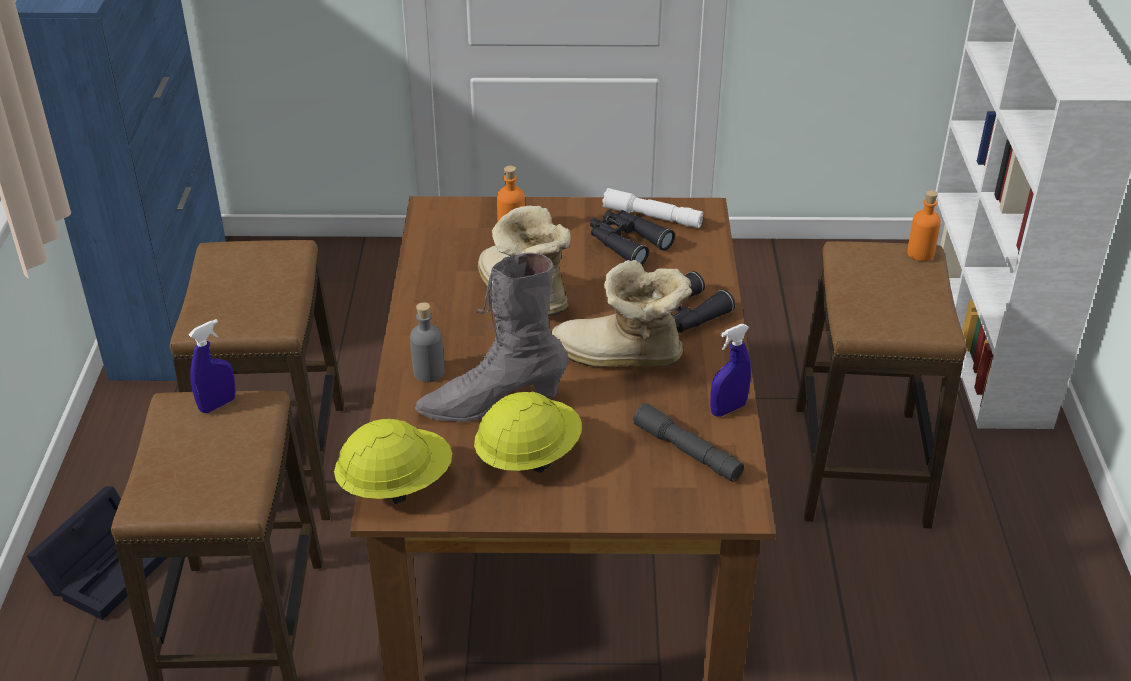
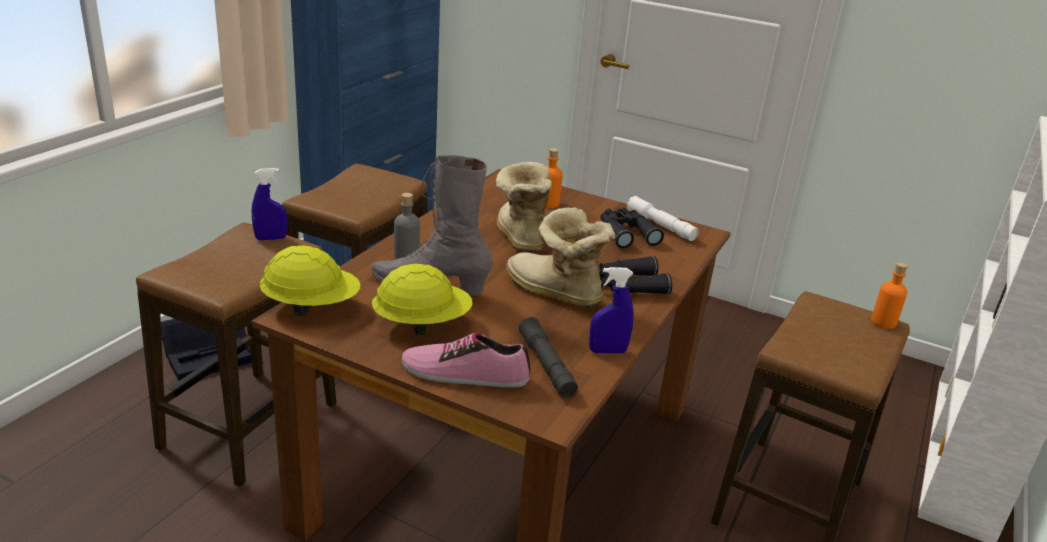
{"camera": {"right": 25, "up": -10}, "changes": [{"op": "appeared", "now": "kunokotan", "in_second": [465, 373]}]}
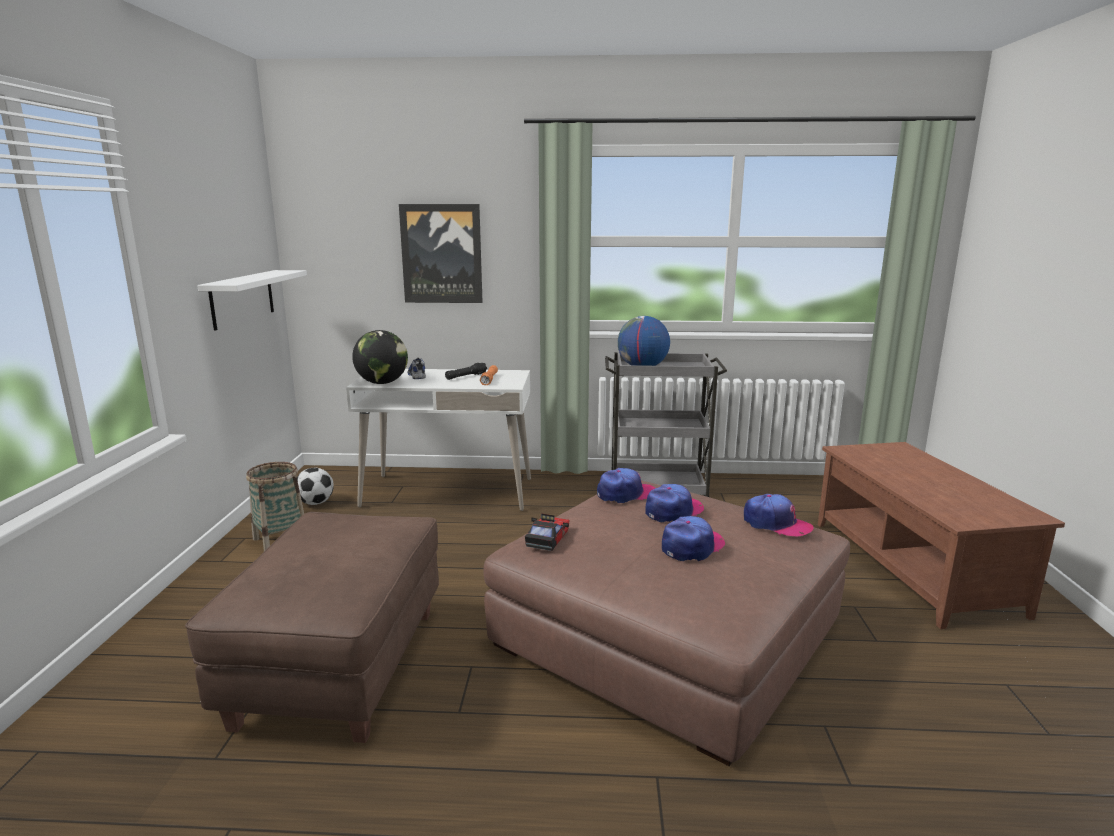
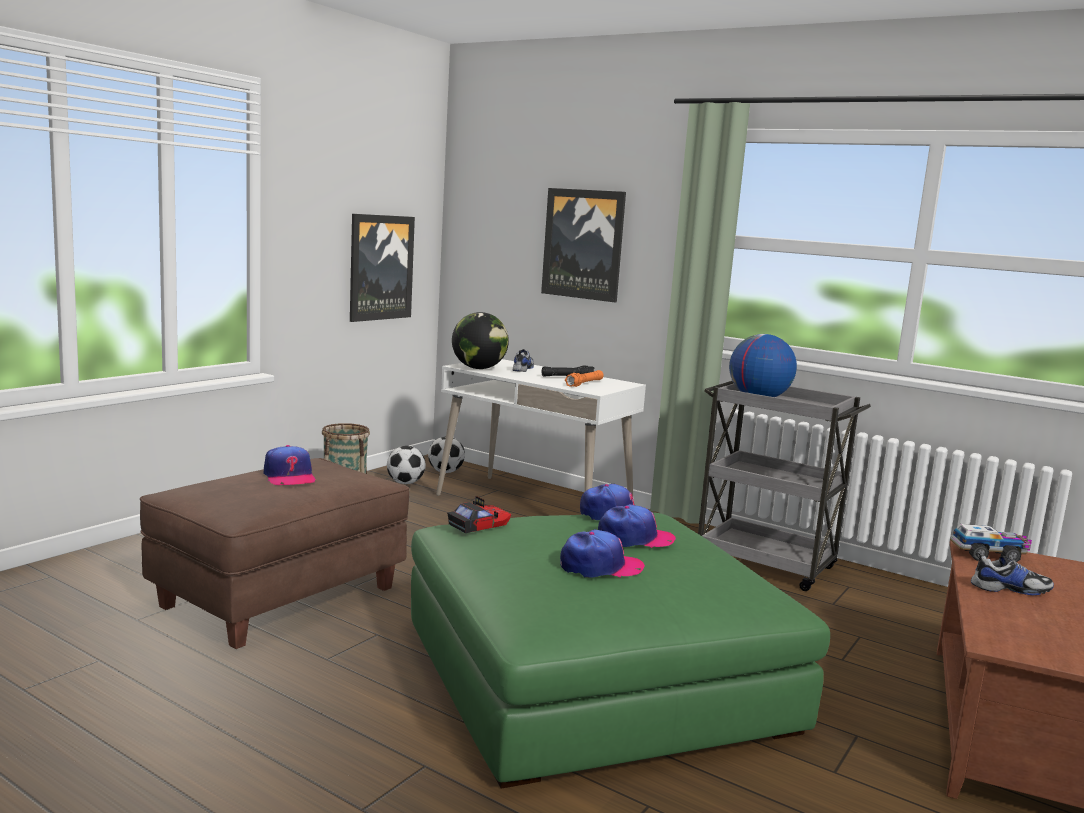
{"camera": {"right": 30, "up": -5}, "changes": [{"op": "appeared", "now": "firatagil", "in_second": [445, 472]}, {"op": "appeared", "now": "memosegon", "in_second": [989, 555]}, {"op": "appeared", "now": "kunokotan", "in_second": [1009, 589]}, {"op": "relocated", "was": "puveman", "in_first": [776, 524], "in_second": [289, 476]}, {"op": "exchanged", "was": "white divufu", "now": "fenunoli", "in_first": [242, 298], "in_second": [380, 267]}, {"op": "colour", "was": "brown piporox", "now": "green piporox", "in_first": [667, 632], "in_second": [593, 676]}]}
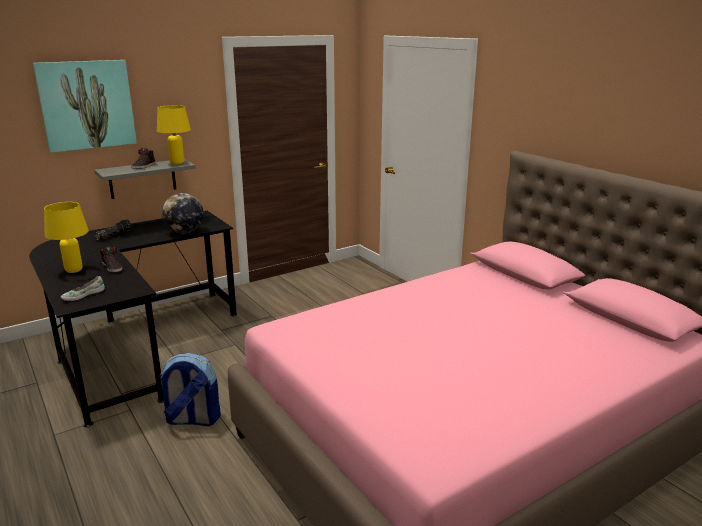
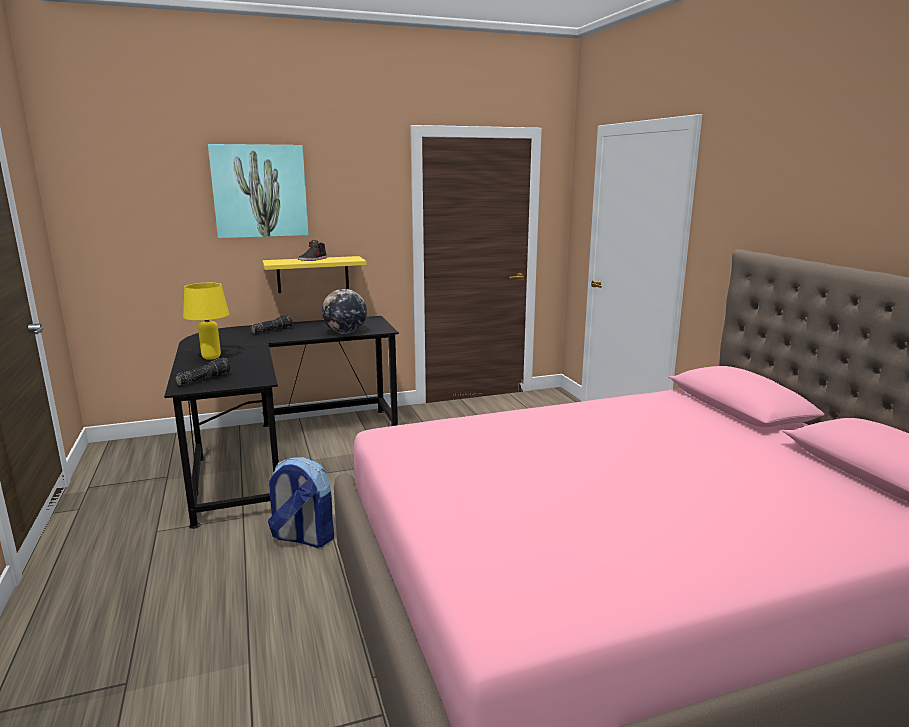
{"camera": {"right": 15, "up": -5}, "changes": [{"op": "missing", "was": "black kunokotan", "in_first": [112, 267]}, {"op": "missing", "was": "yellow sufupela", "in_first": [177, 163]}, {"op": "exchanged", "was": "white kunokotan", "now": "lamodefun", "in_first": [83, 295], "in_second": [204, 379]}, {"op": "colour", "was": "grey divufu", "now": "yellow divufu", "in_first": [142, 179], "in_second": [313, 274]}]}
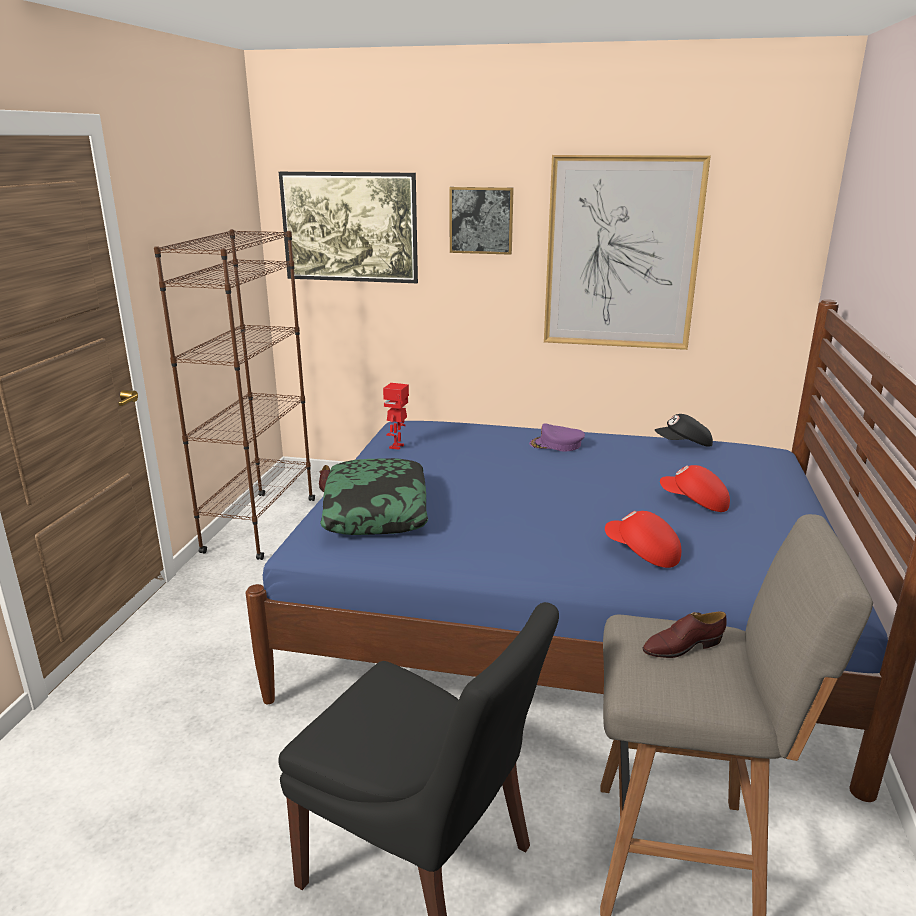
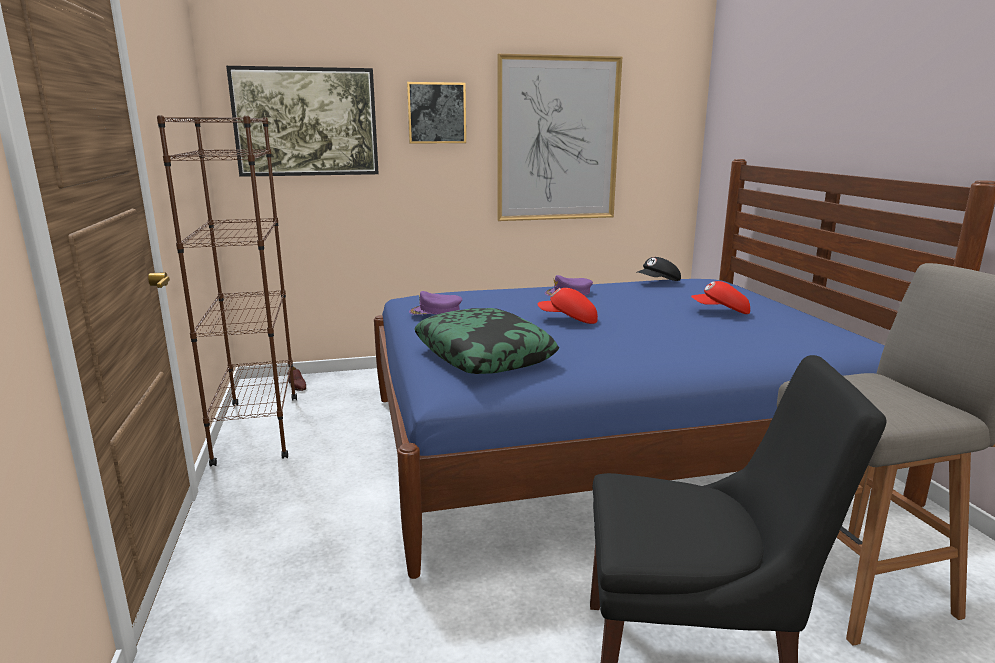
{"camera": {"right": -25, "up": -5}, "changes": [{"op": "missing", "was": "brown kunokotan", "in_first": [682, 646]}, {"op": "relocated", "was": "red puveman", "in_first": [642, 553], "in_second": [568, 320]}, {"op": "exchanged", "was": "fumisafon", "now": "purple puveman", "in_first": [397, 446], "in_second": [435, 311]}]}
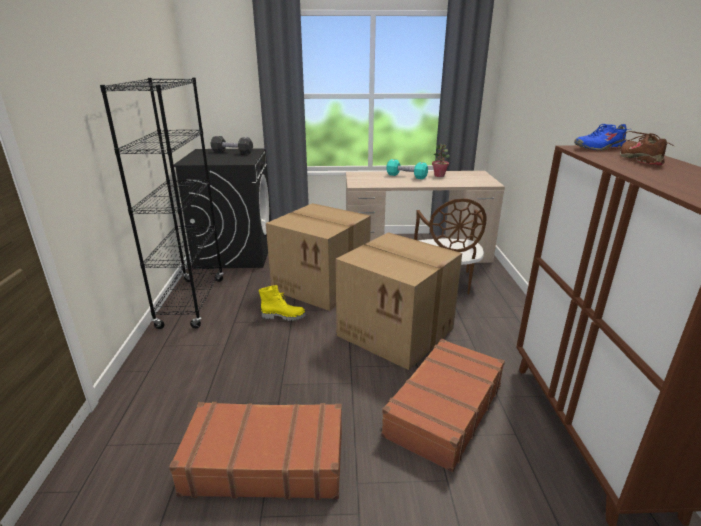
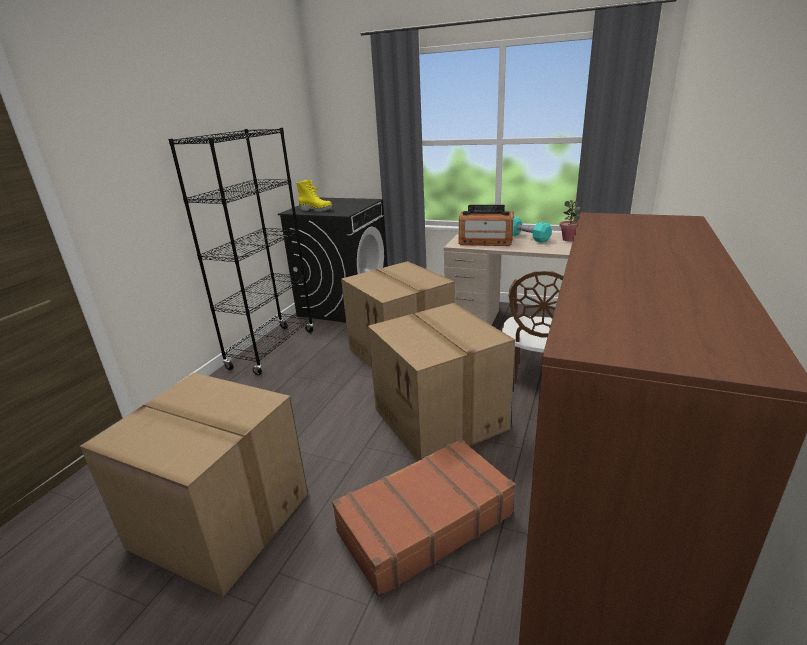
{"camera": {"right": 25, "up": 0}, "changes": [{"op": "missing", "was": "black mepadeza", "in_first": [232, 152]}, {"op": "missing", "was": "blue kunokotan", "in_first": [599, 148]}, {"op": "missing", "was": "brown kunokotan", "in_first": [640, 159]}, {"op": "appeared", "now": "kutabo", "in_second": [485, 242]}, {"op": "relocated", "was": "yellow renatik", "in_first": [284, 316], "in_second": [317, 210]}, {"op": "exchanged", "was": "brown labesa", "now": "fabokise", "in_first": [265, 461], "in_second": [218, 520]}]}
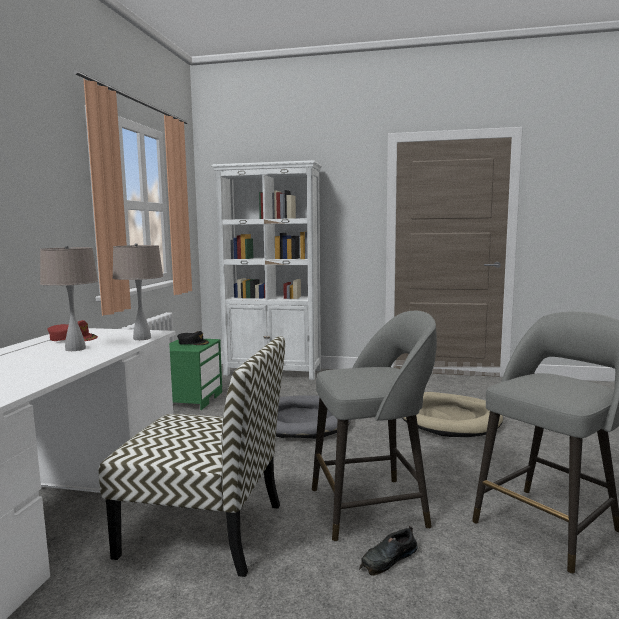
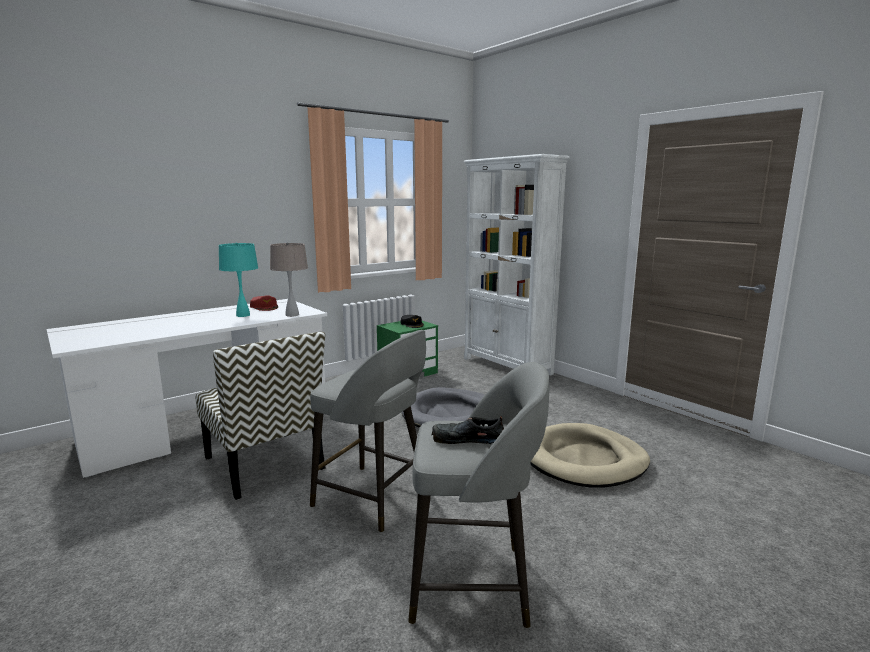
{"camera": {"right": 40, "up": 5}, "changes": [{"op": "relocated", "was": "black kunokotan", "in_first": [388, 559], "in_second": [467, 439]}, {"op": "colour", "was": "beige sufupela", "now": "turquoise sufupela", "in_first": [75, 349], "in_second": [243, 315]}]}
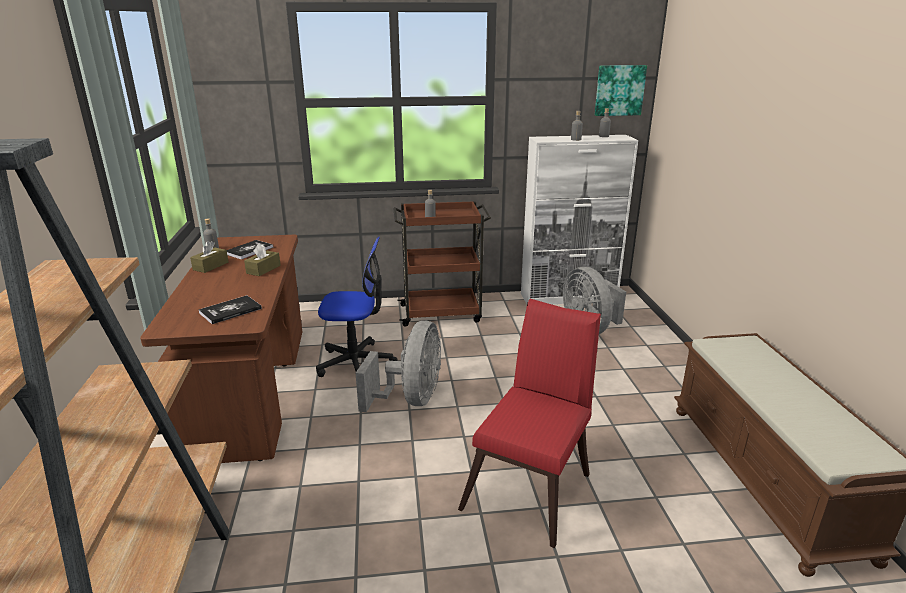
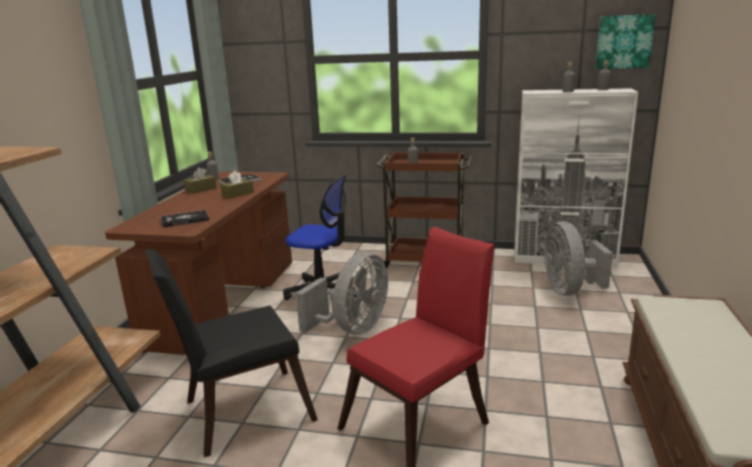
{"camera": {"right": 20, "up": -5}, "changes": [{"op": "appeared", "now": "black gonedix", "in_second": [240, 412]}]}
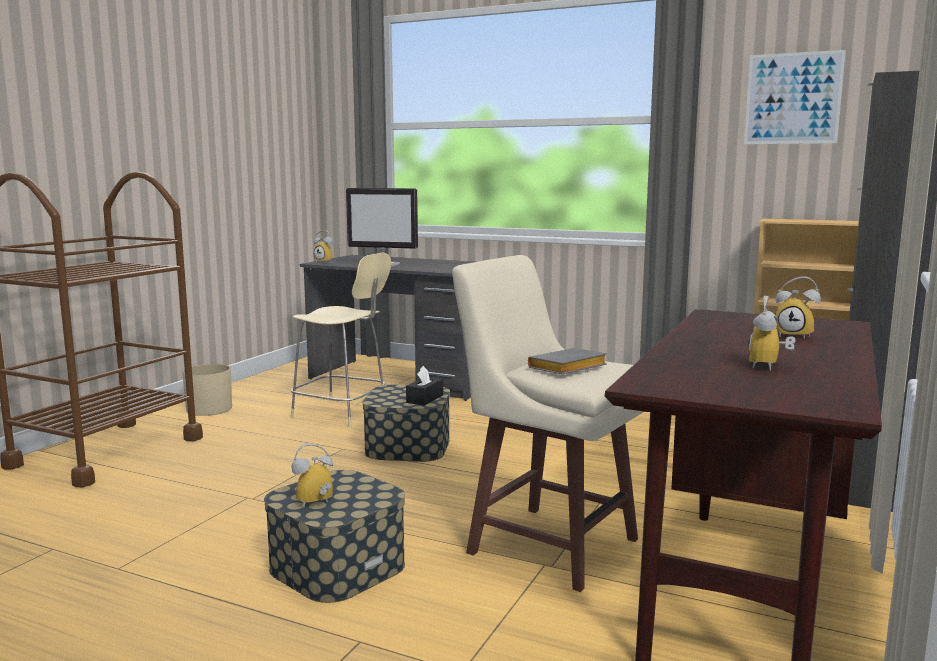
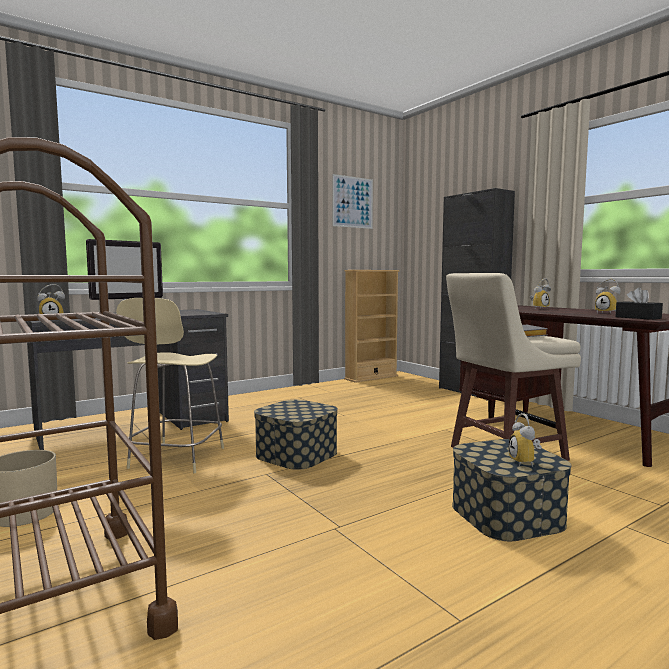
{"camera": {"right": -60, "up": -5}, "changes": [{"op": "relocated", "was": "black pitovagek", "in_first": [425, 399], "in_second": [638, 318]}, {"op": "spun", "was": "beige gonedix", "in_first": [343, 413], "in_second": [176, 459], "clockwise": 135}]}
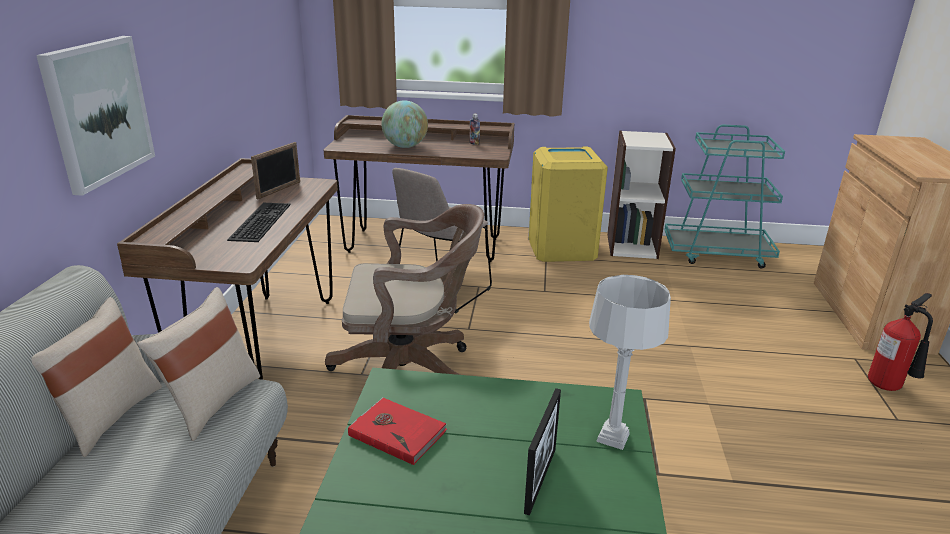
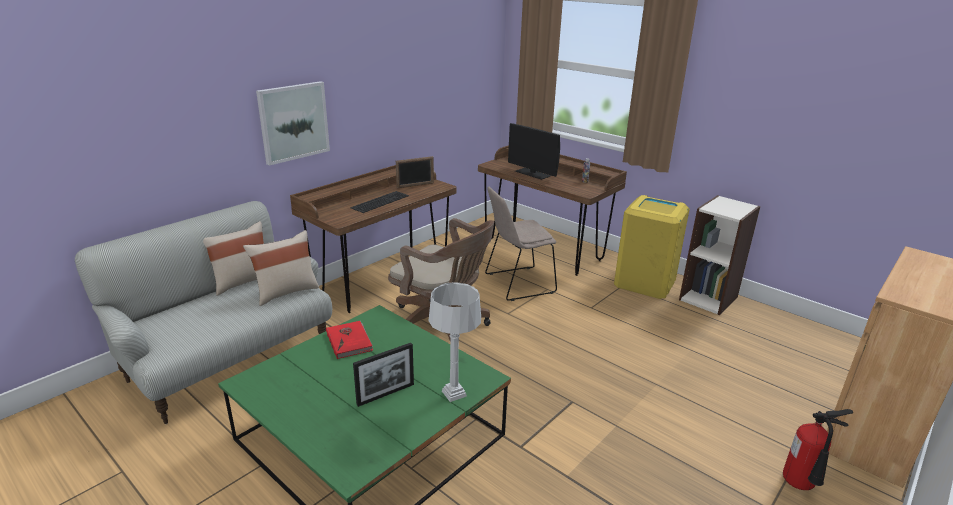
{"camera": {"right": 35, "up": 0}, "changes": [{"op": "missing", "was": "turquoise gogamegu", "in_first": [717, 253]}, {"op": "exchanged", "was": "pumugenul", "now": "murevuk", "in_first": [405, 146], "in_second": [532, 173]}]}
